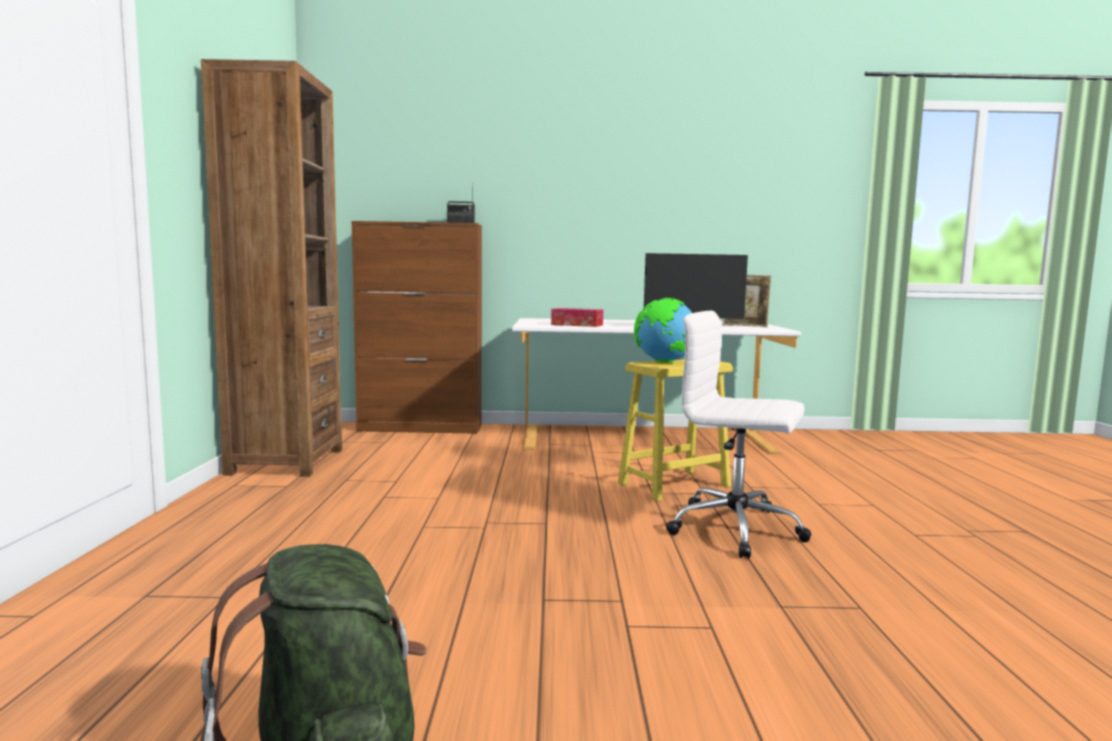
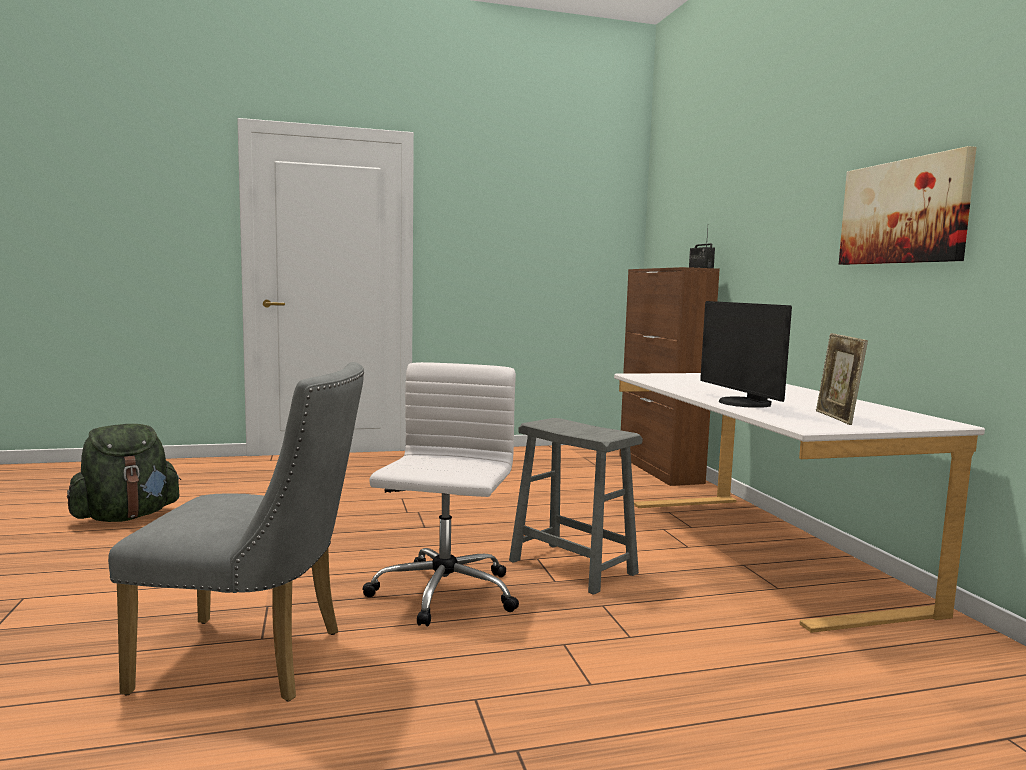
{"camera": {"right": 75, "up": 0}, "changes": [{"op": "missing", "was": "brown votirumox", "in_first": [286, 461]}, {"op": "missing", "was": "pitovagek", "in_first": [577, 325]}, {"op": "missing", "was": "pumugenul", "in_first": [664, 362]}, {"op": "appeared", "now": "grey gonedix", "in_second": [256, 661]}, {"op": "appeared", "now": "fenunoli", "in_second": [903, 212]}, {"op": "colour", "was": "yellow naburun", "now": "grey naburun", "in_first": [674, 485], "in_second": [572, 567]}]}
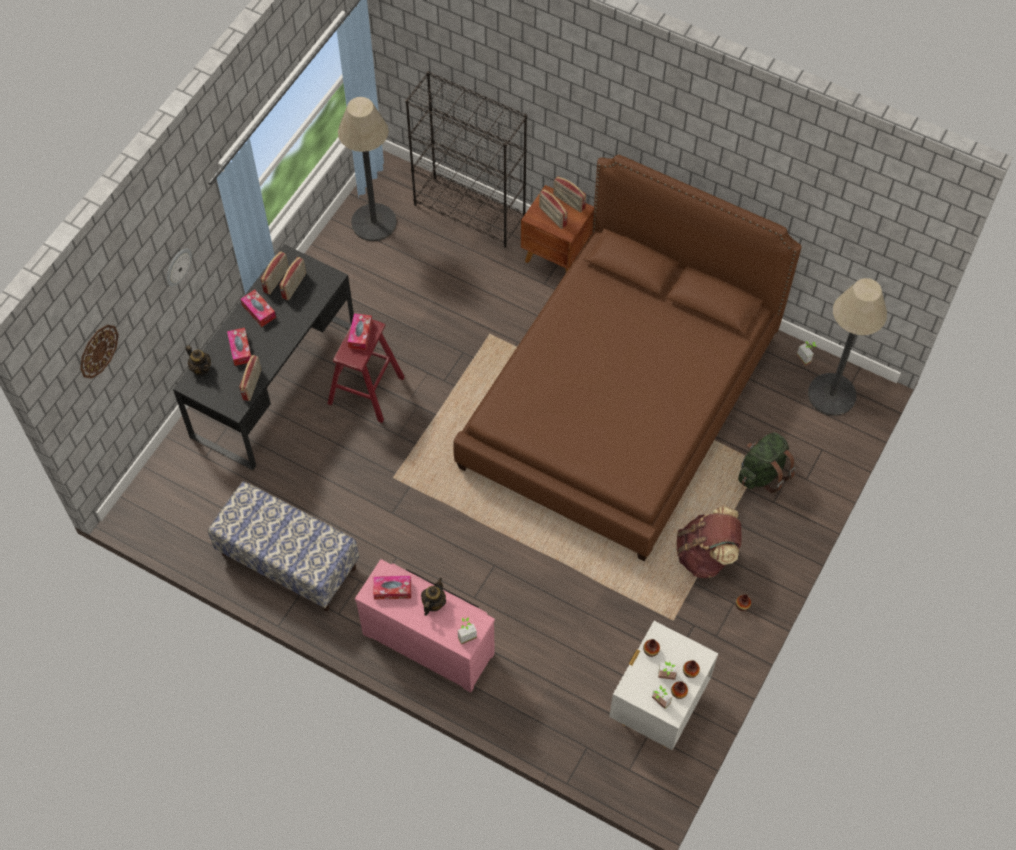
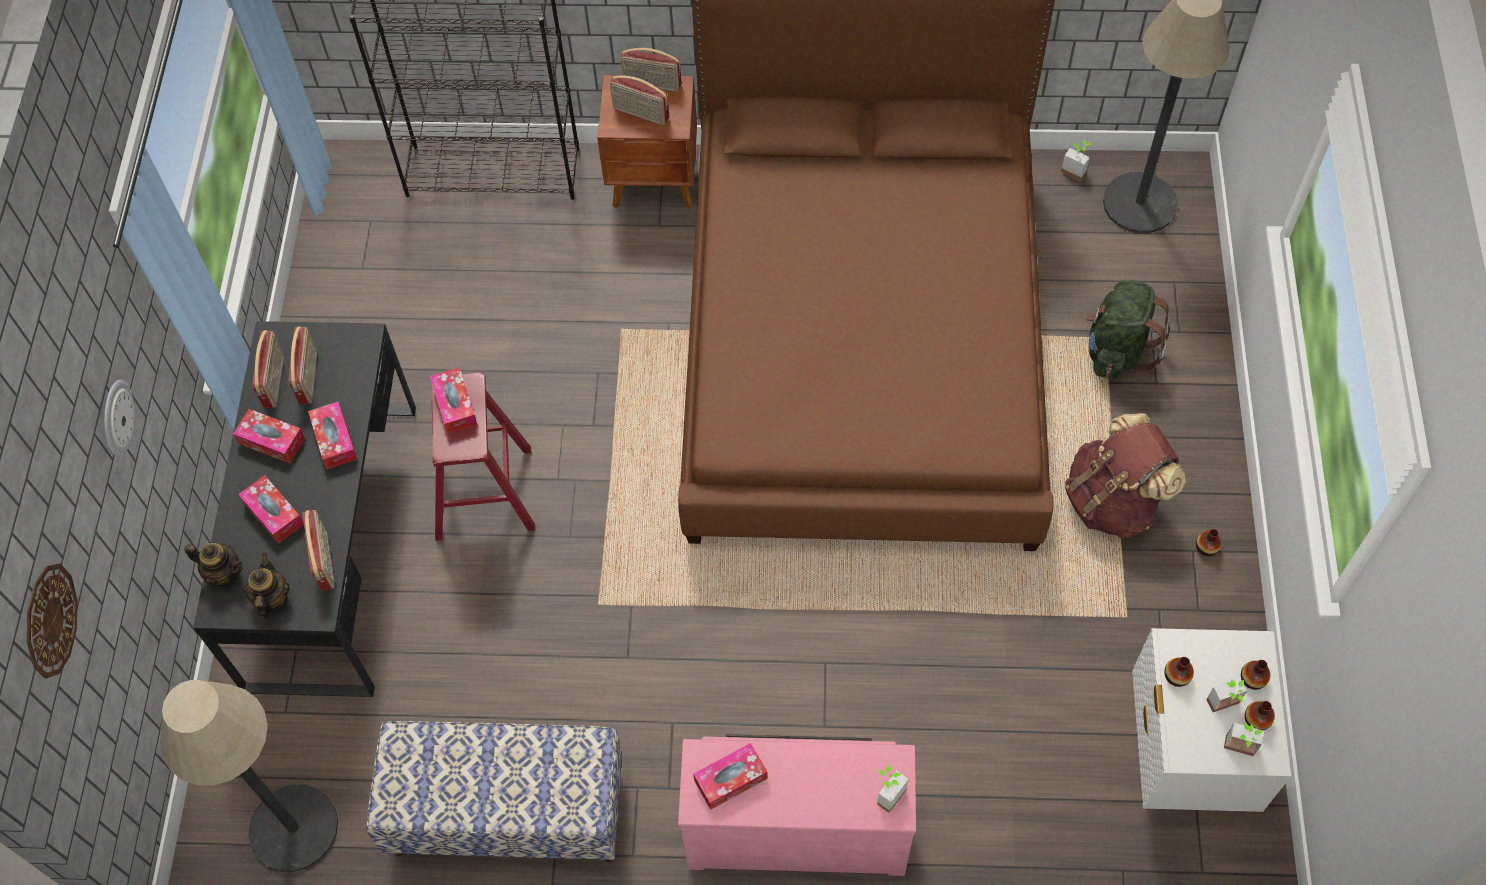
{"camera": {"right": -25, "up": 0}, "changes": [{"op": "appeared", "now": "pitovagek", "in_second": [335, 440]}, {"op": "relocated", "was": "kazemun", "in_first": [374, 222], "in_second": [294, 828]}, {"op": "relocated", "was": "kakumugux", "in_first": [433, 603], "in_second": [272, 599]}]}
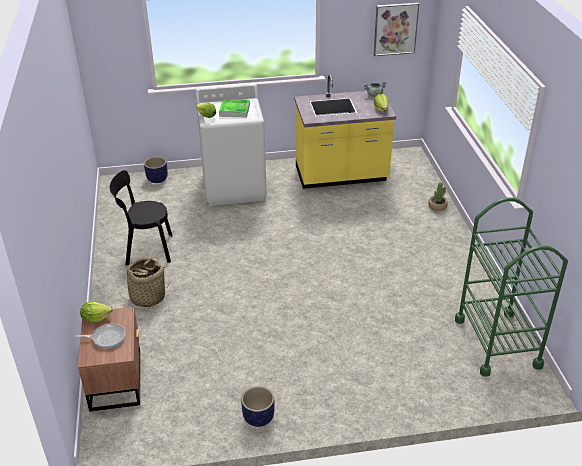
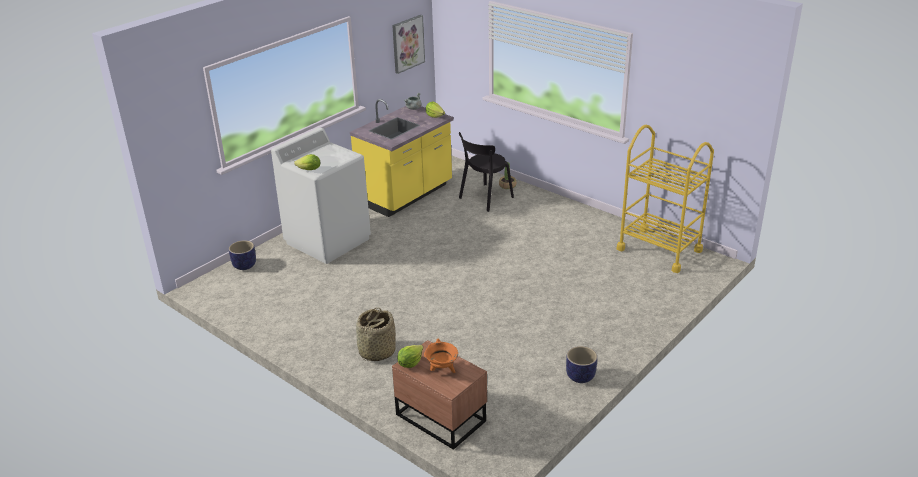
{"camera": {"right": -40, "up": -5}, "changes": [{"op": "missing", "was": "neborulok", "in_first": [234, 110]}, {"op": "relocated", "was": "black gonedix", "in_first": [146, 250], "in_second": [484, 198]}, {"op": "exchanged", "was": "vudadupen", "now": "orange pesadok", "in_first": [107, 338], "in_second": [442, 369]}, {"op": "colour", "was": "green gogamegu", "now": "yellow gogamegu", "in_first": [497, 342], "in_second": [659, 250]}]}
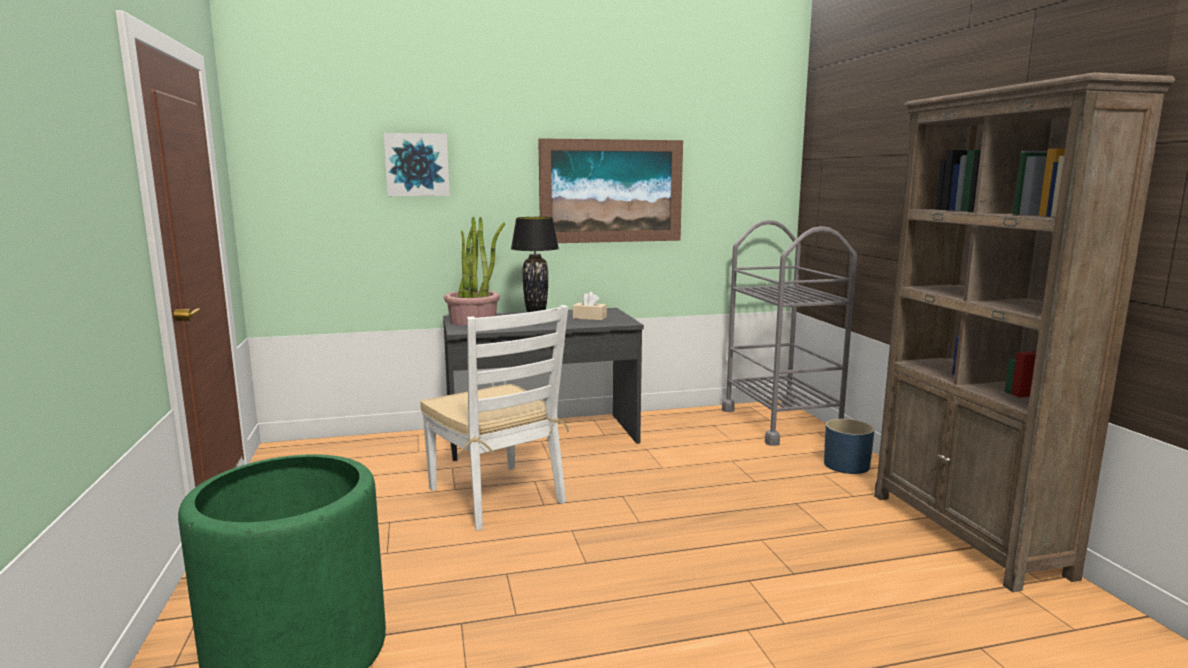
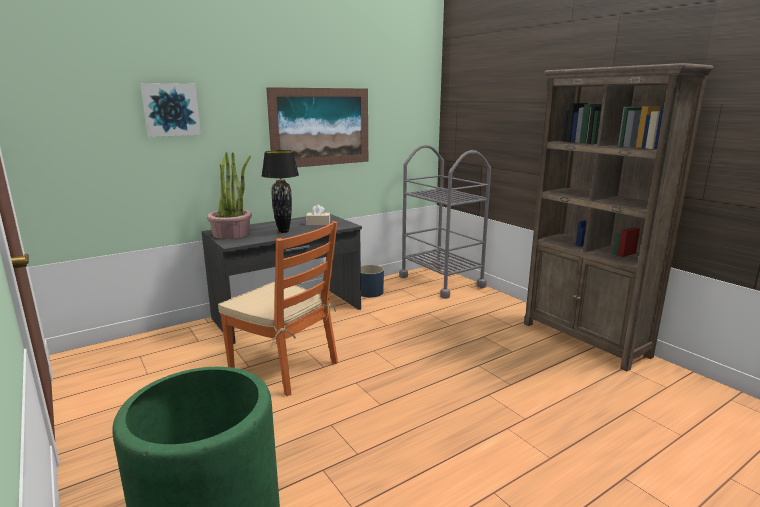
{"camera": {"right": -20, "up": 5}, "changes": [{"op": "relocated", "was": "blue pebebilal", "in_first": [846, 465], "in_second": [370, 292]}, {"op": "colour", "was": "white gonedix", "now": "orange gonedix", "in_first": [497, 496], "in_second": [285, 366]}]}
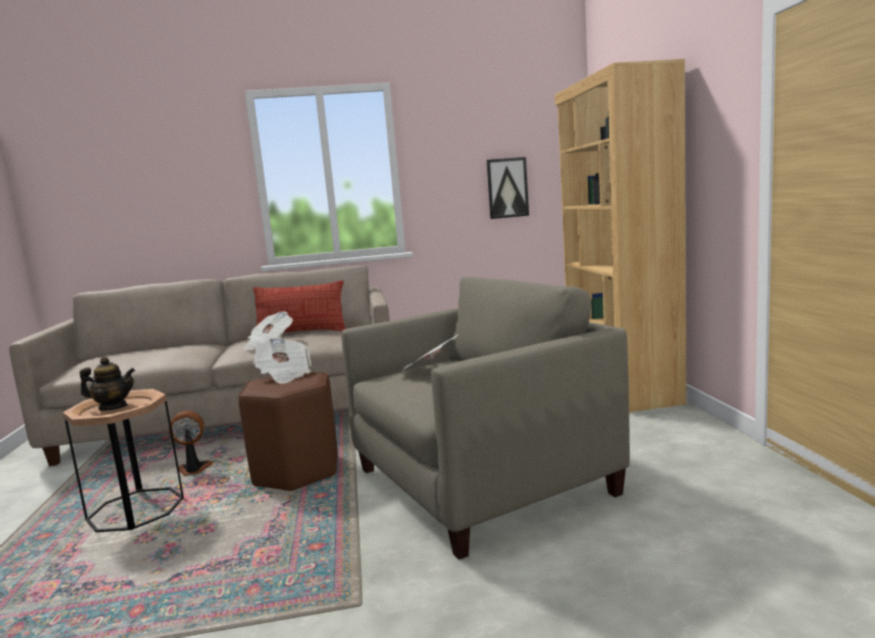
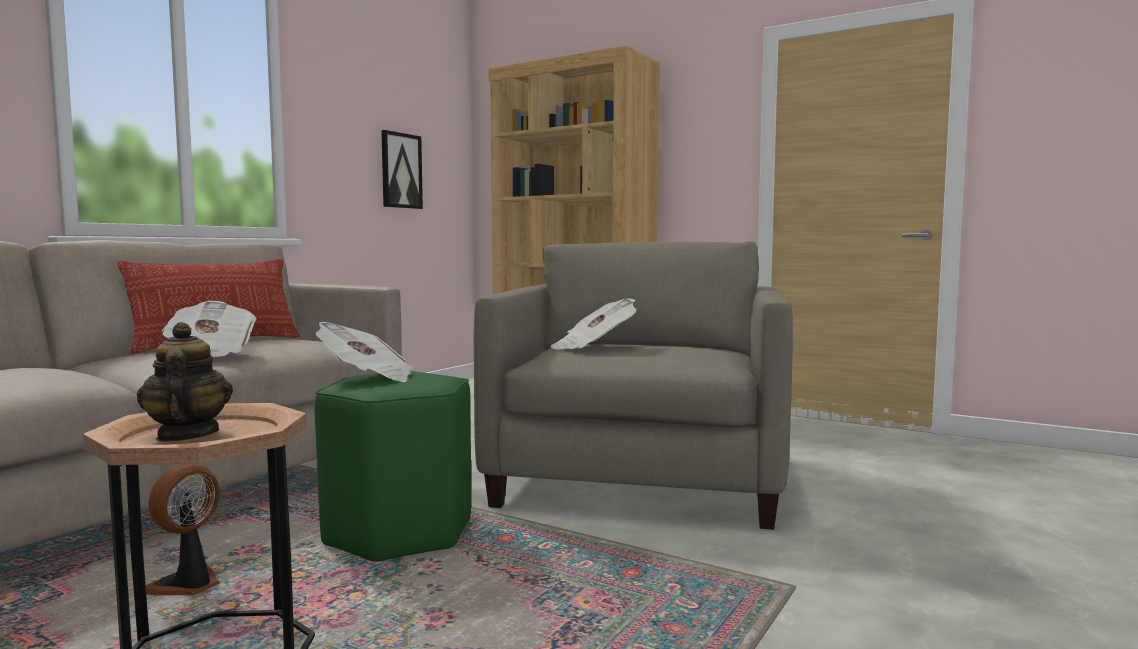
{"camera": {"right": -50, "up": -5}, "changes": [{"op": "colour", "was": "brown naburun", "now": "green naburun", "in_first": [298, 472], "in_second": [400, 533]}, {"op": "spun", "was": "kakumugux", "in_first": [113, 407], "in_second": [186, 435], "clockwise": -60}]}
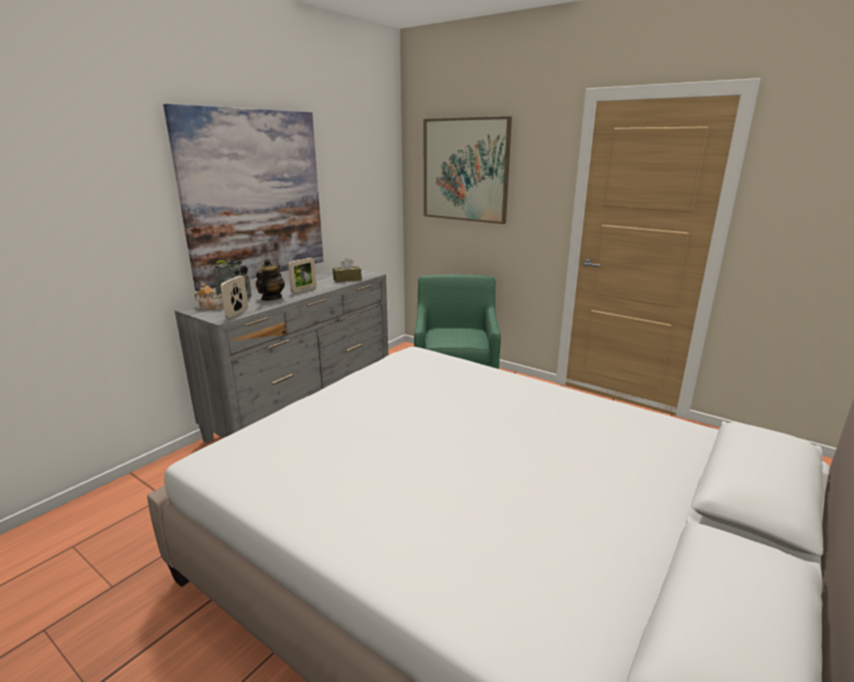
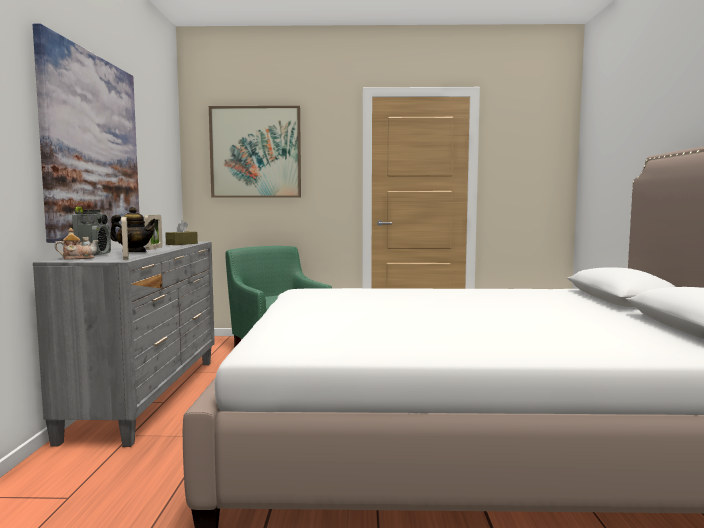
{"camera": {"right": -35, "up": -15}, "changes": [{"op": "spun", "was": "kakumugux", "in_first": [271, 298], "in_second": [134, 252], "clockwise": 120}]}
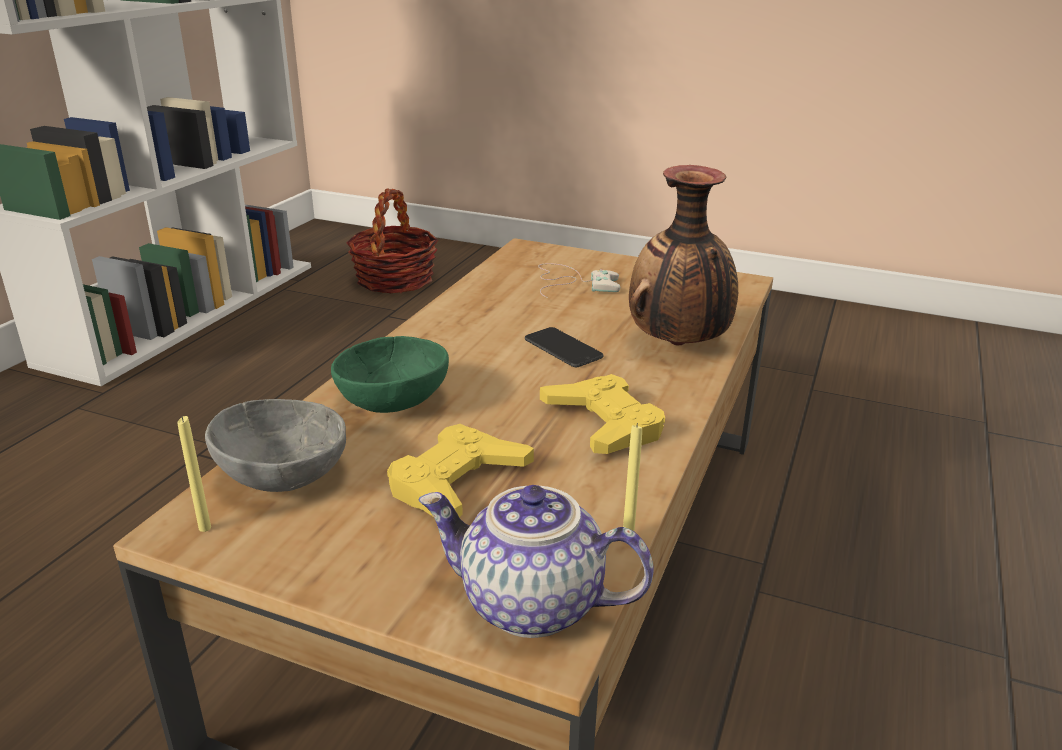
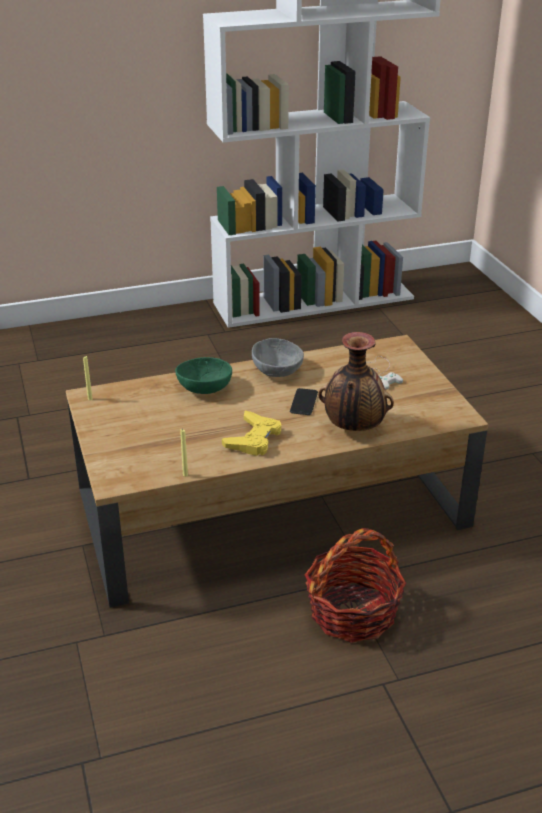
{"camera": {"right": 50, "up": 5}, "changes": [{"op": "missing", "was": "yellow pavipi", "in_first": [457, 482]}, {"op": "missing", "was": "kakumugux", "in_first": [529, 606]}, {"op": "relocated", "was": "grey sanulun", "in_first": [284, 473], "in_second": [278, 371]}, {"op": "relocated", "was": "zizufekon", "in_first": [394, 280], "in_second": [353, 612]}]}
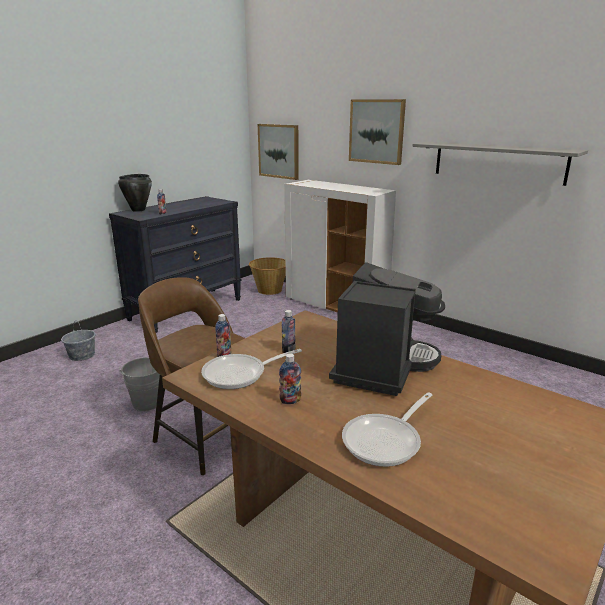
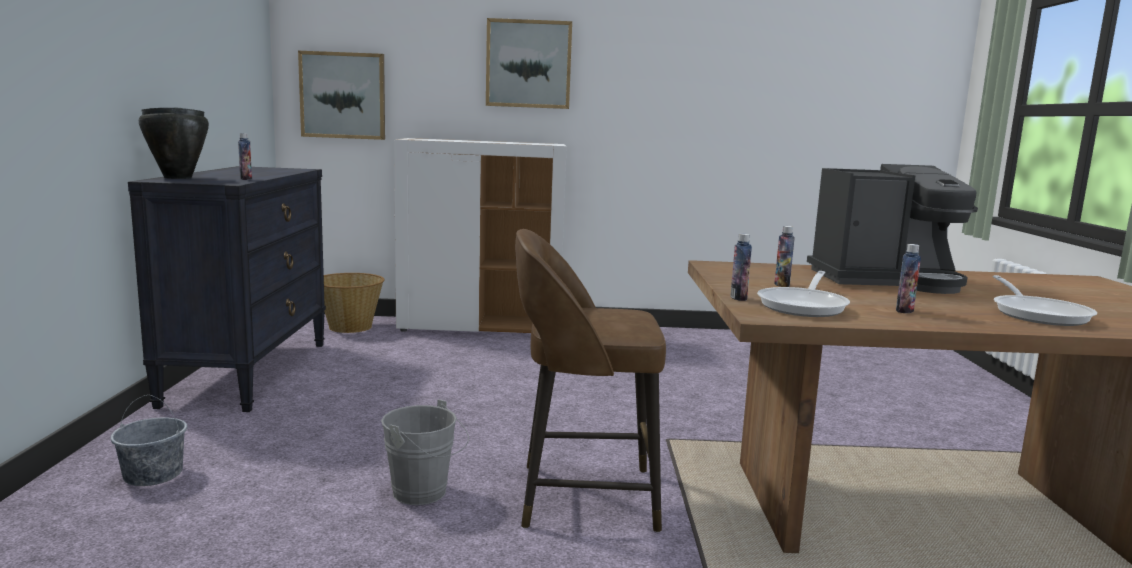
{"camera": {"right": -40, "up": -10}, "changes": [{"op": "missing", "was": "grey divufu", "in_first": [498, 162]}, {"op": "spun", "was": "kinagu", "in_first": [382, 366], "in_second": [886, 280], "clockwise": 105}]}
